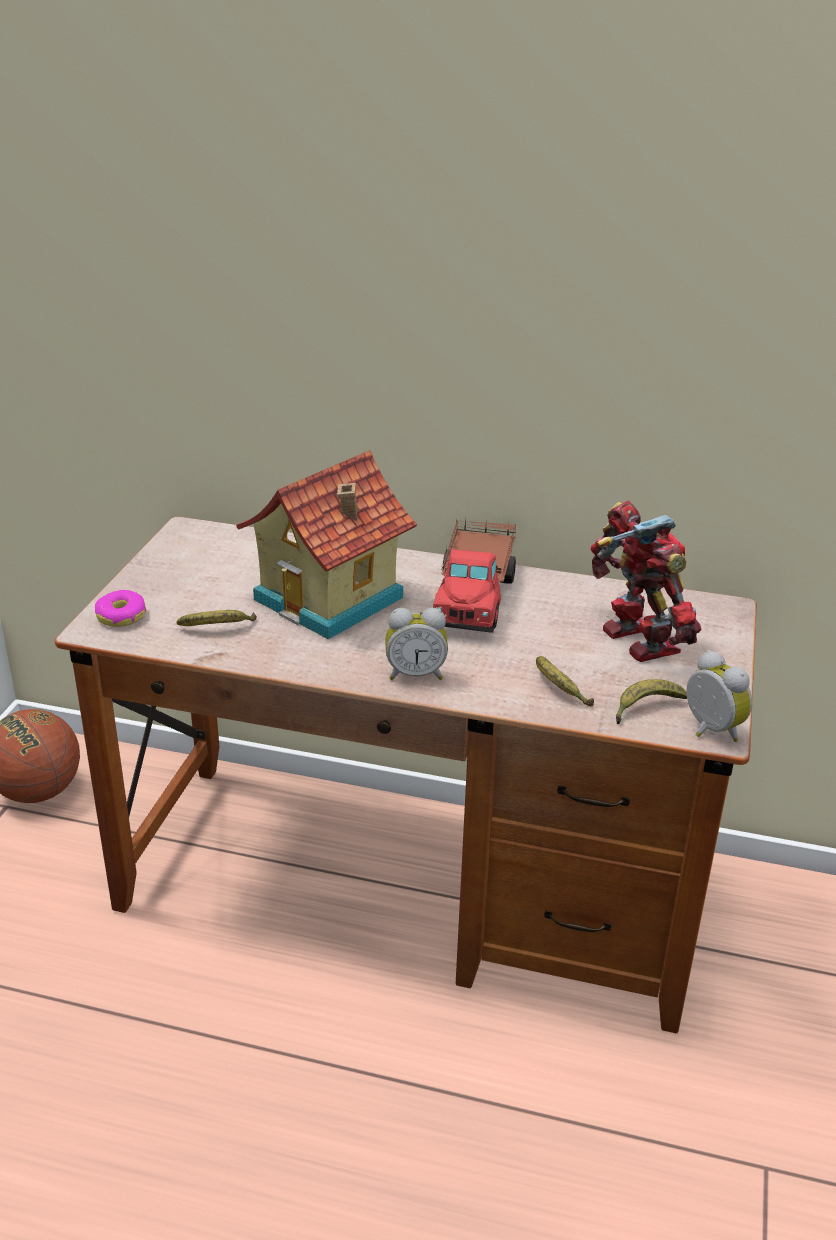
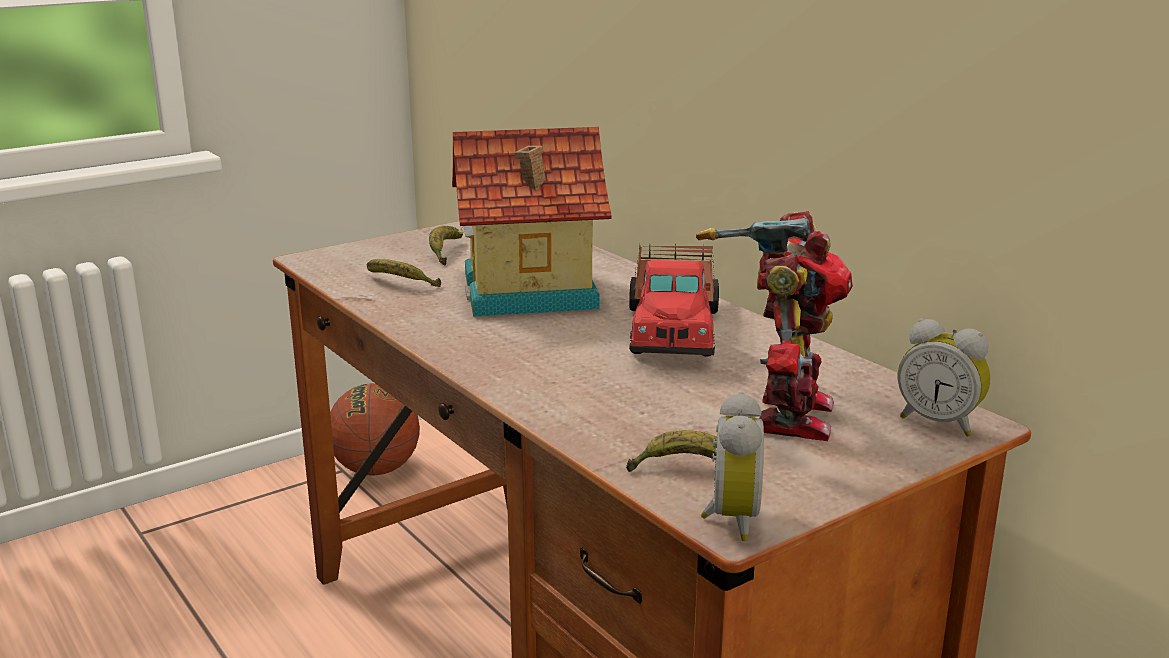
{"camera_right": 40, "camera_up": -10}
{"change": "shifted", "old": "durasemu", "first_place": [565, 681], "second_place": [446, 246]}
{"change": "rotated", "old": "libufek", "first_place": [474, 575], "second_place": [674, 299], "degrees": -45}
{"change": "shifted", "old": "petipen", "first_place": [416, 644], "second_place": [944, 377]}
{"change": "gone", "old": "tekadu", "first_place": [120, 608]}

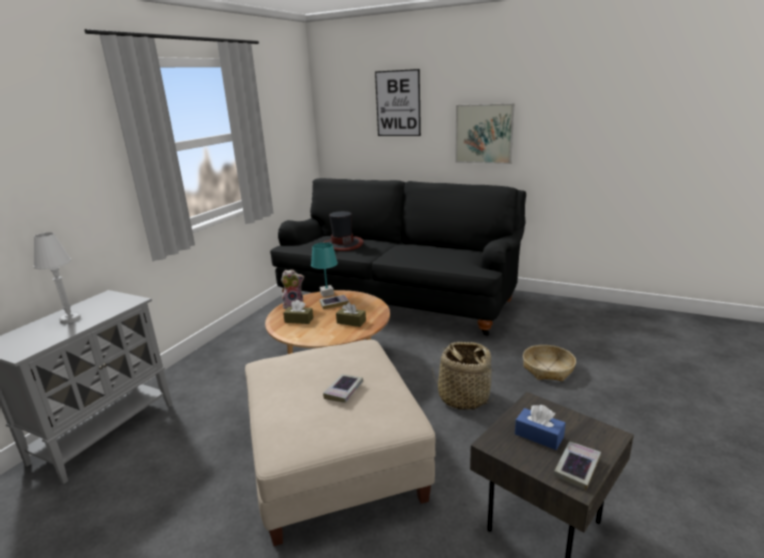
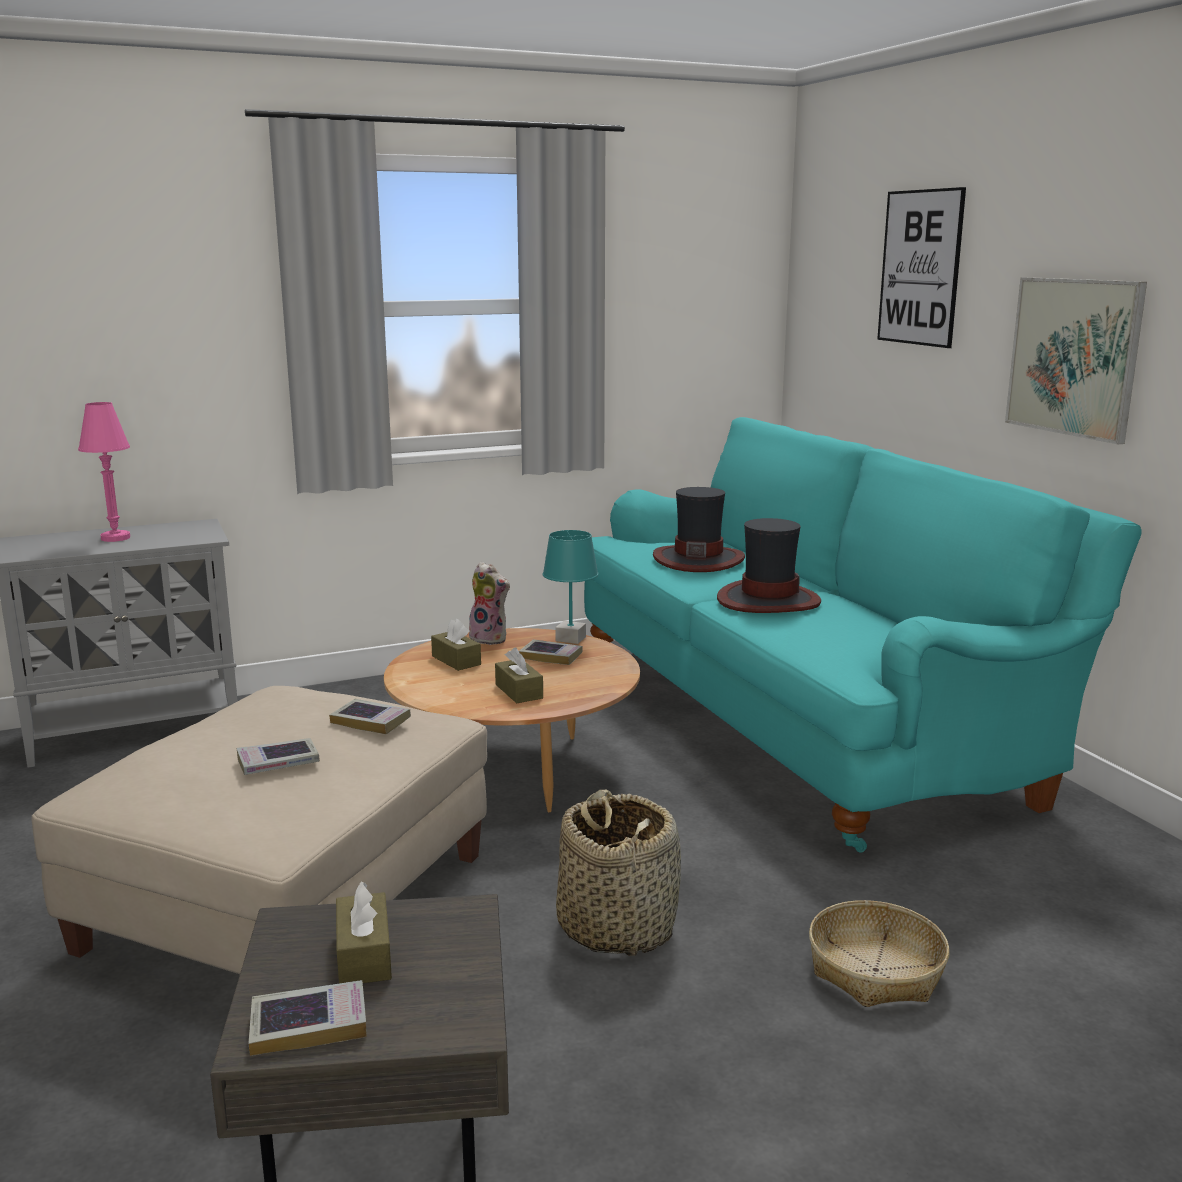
{"camera_right": 40, "camera_up": -5}
{"change": "repainted", "old": "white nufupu", "new": "pink nufupu", "first_place": [57, 278], "second_place": [104, 472]}
{"change": "new", "new": "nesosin", "second_place": [370, 716]}
{"change": "repainted", "old": "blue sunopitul", "new": "brown sunopitul", "first_place": [540, 427], "second_place": [364, 932]}
{"change": "repainted", "old": "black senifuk", "new": "turquoise senifuk", "first_place": [398, 257], "second_place": [863, 635]}
{"change": "new", "new": "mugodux", "second_place": [769, 565]}

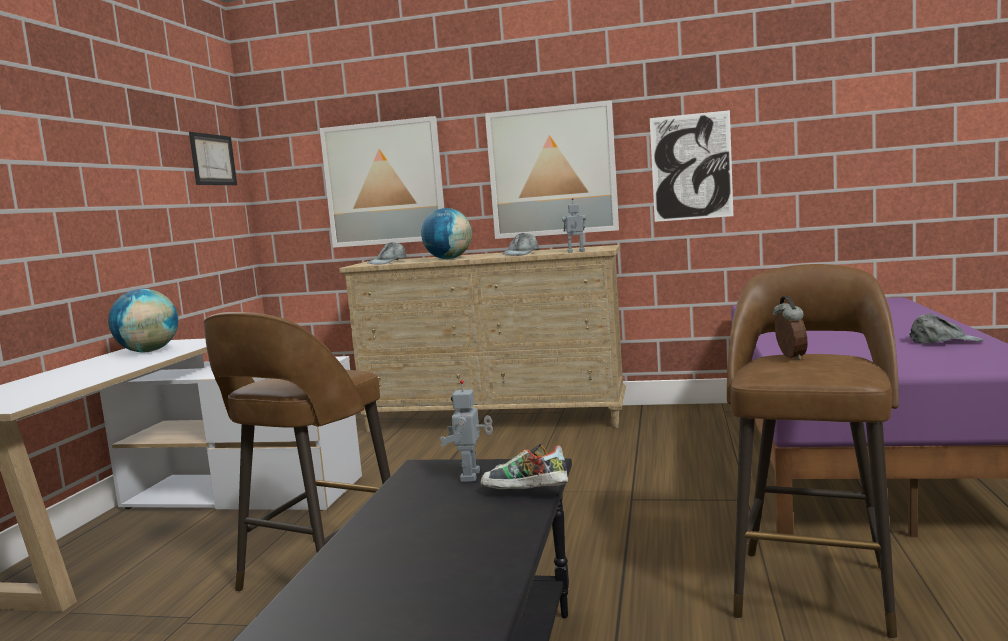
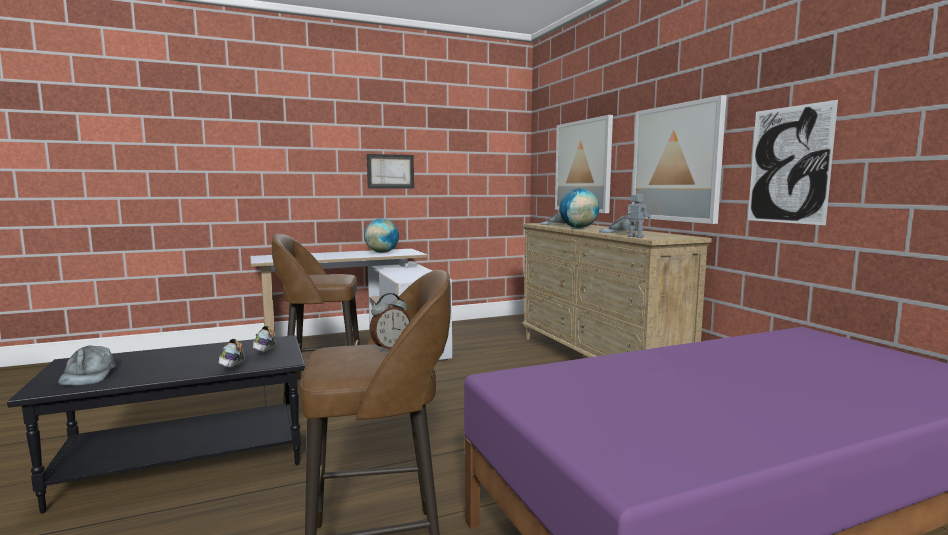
{"camera_right": 55, "camera_up": 0}
{"change": "shifted", "old": "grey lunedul", "first_place": [946, 328], "second_place": [87, 365]}
{"change": "swapped", "old": "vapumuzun", "new": "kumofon", "first_place": [466, 431], "second_place": [264, 339]}
{"change": "shifted", "old": "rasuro", "first_place": [213, 158], "second_place": [390, 171]}

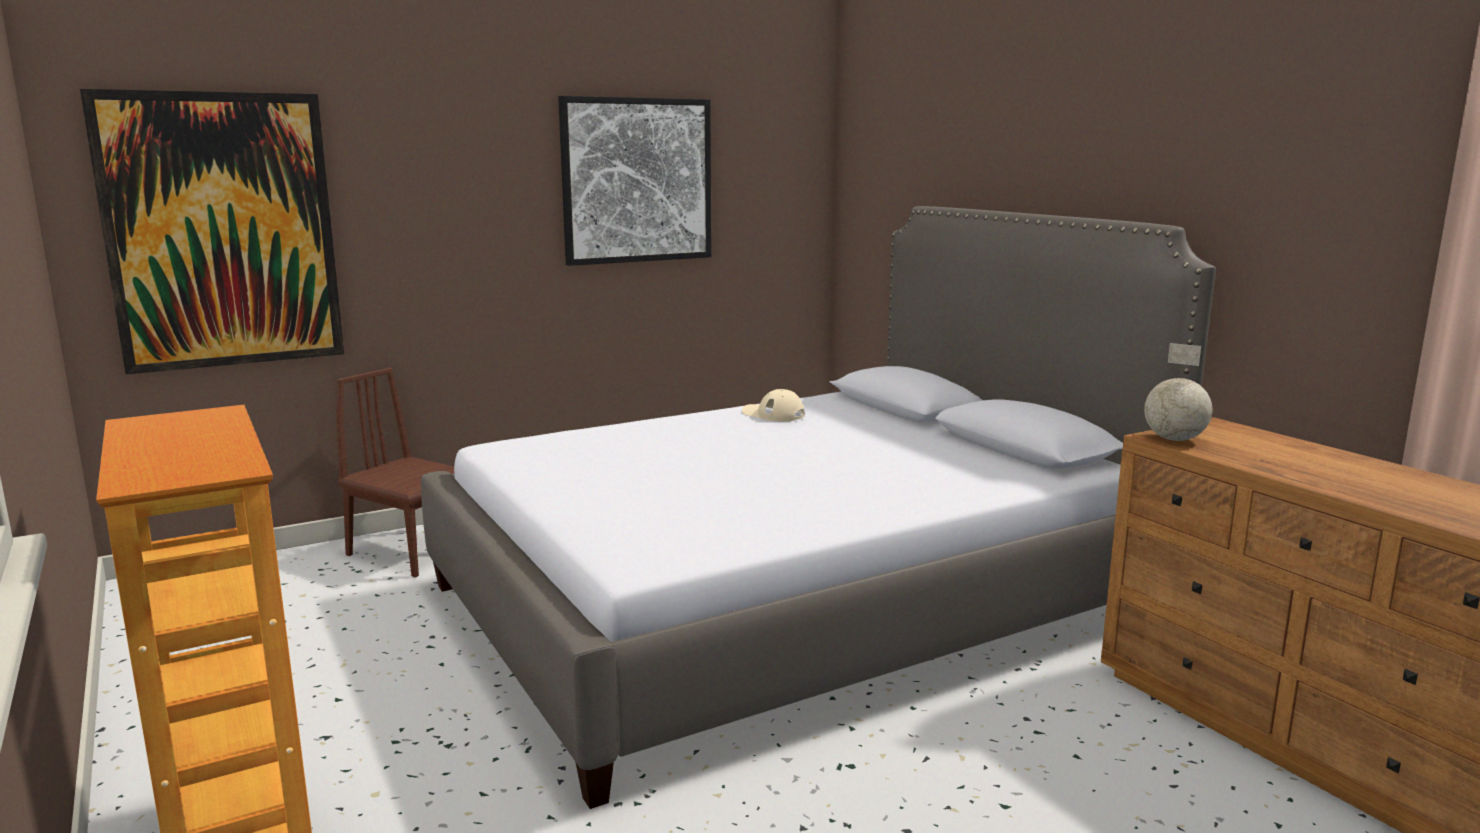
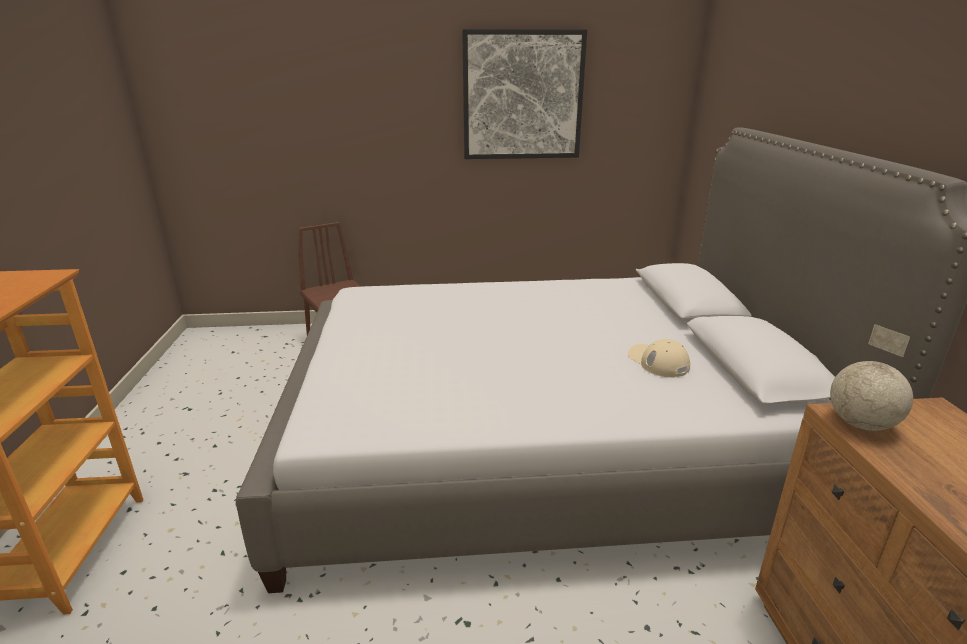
{"camera_right": 25, "camera_up": 10}
{"change": "shifted", "old": "beige lunedul", "first_place": [773, 405], "second_place": [659, 358]}
{"change": "gone", "old": "rasuro", "first_place": [212, 232]}

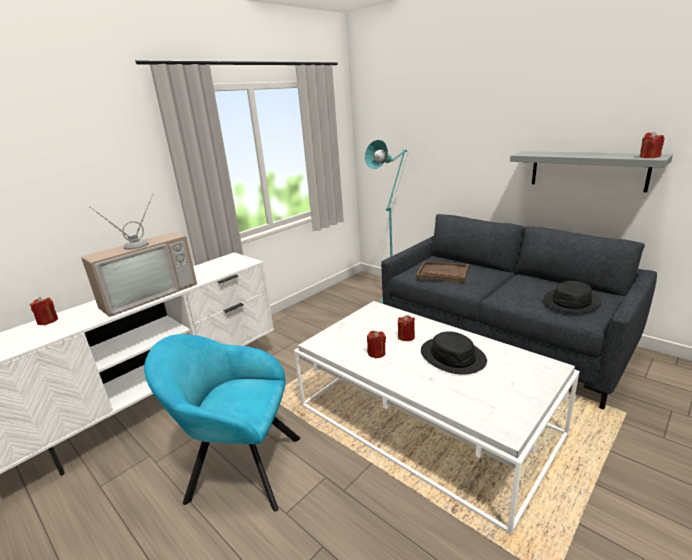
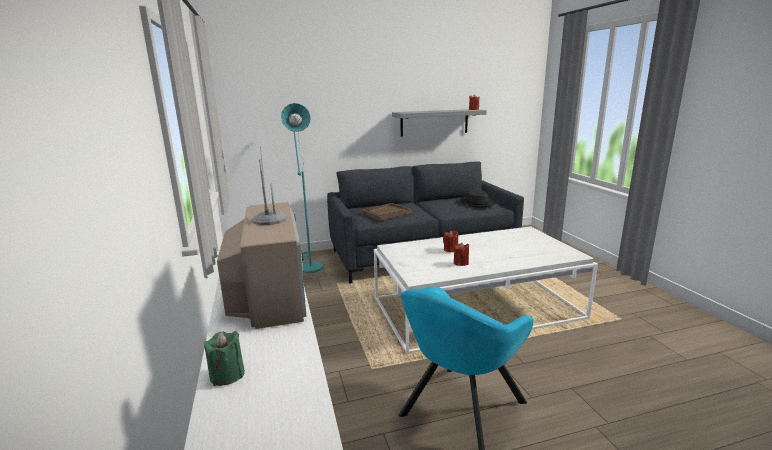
{"camera_right": -60, "camera_up": -5}
{"change": "repainted", "old": "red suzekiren", "new": "green suzekiren", "first_place": [44, 311], "second_place": [224, 358]}
{"change": "gone", "old": "black mugodux", "first_place": [454, 352]}

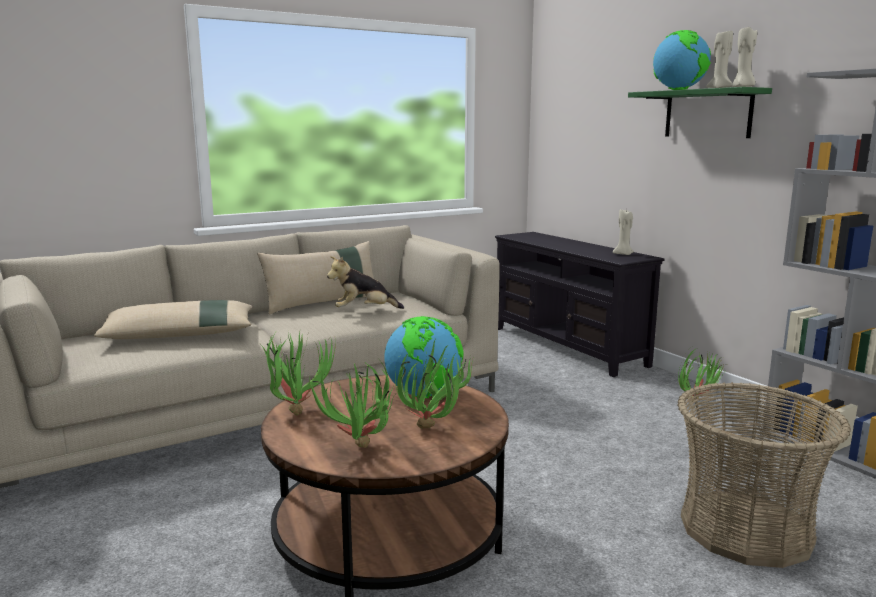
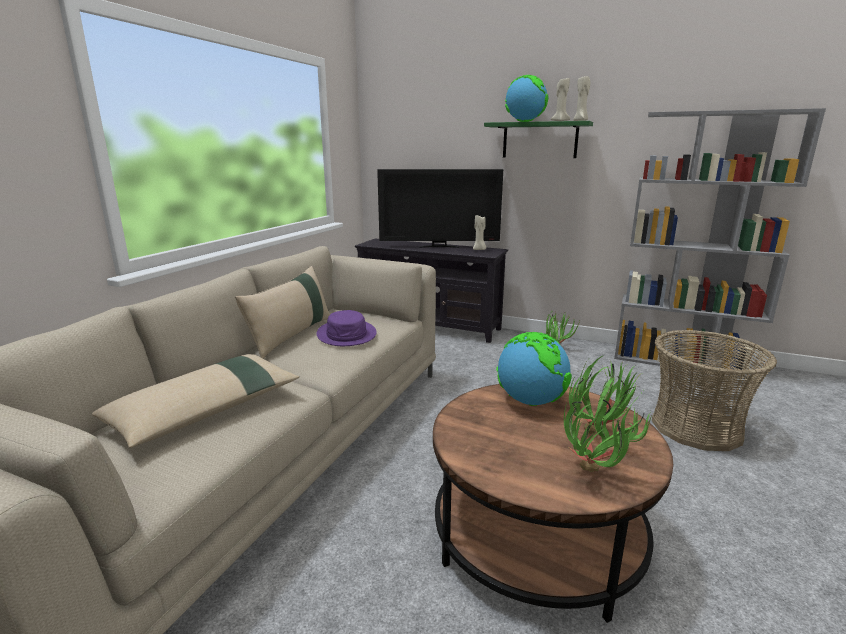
{"camera_right": -35, "camera_up": 5}
{"change": "swapped", "old": "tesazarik", "new": "purple mugodux", "first_place": [365, 282], "second_place": [346, 328]}
{"change": "new", "new": "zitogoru", "second_place": [440, 208]}
{"change": "gone", "old": "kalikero", "first_place": [298, 374]}

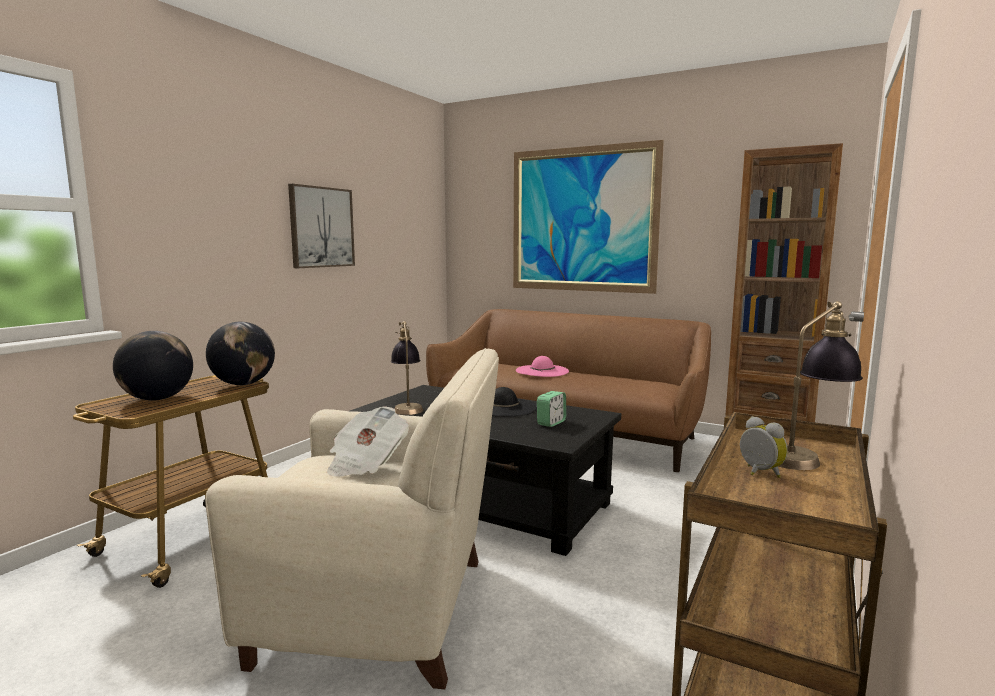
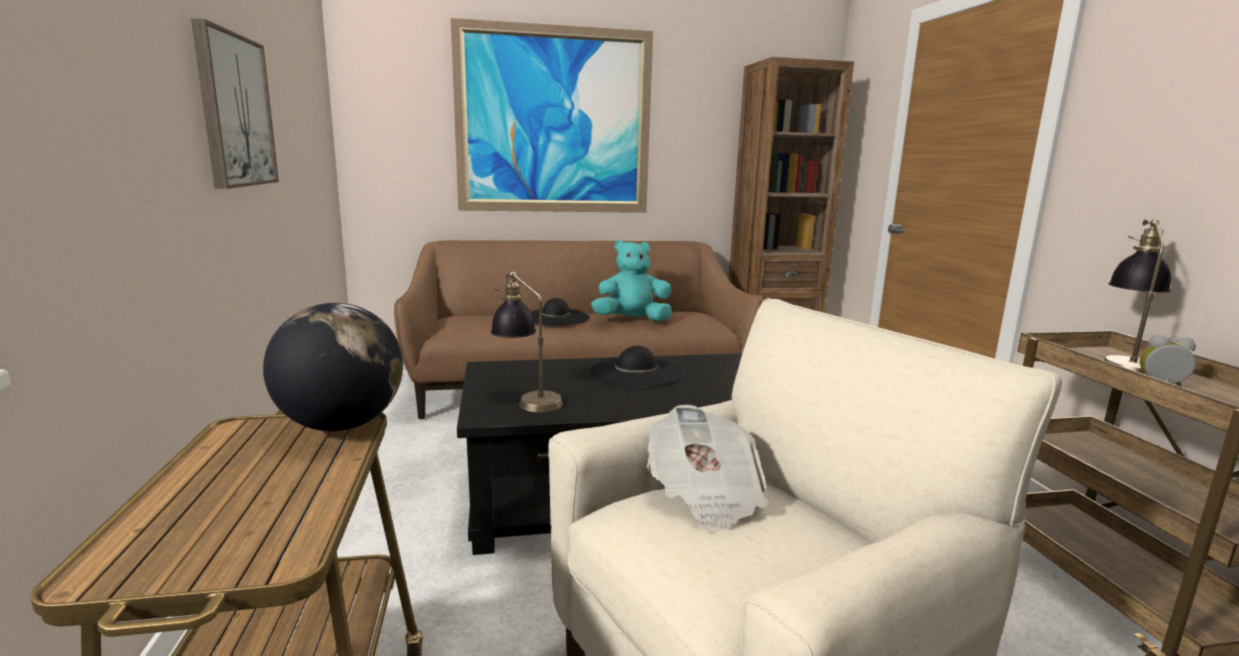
{"camera_right": -40, "camera_up": 5}
{"change": "repainted", "old": "pink mugodux", "new": "black mugodux", "first_place": [542, 366], "second_place": [560, 311]}
{"change": "new", "new": "turquoise tesazarik", "second_place": [631, 281]}
{"change": "gone", "old": "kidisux", "first_place": [153, 366]}
{"change": "gone", "old": "petipen", "first_place": [551, 409]}

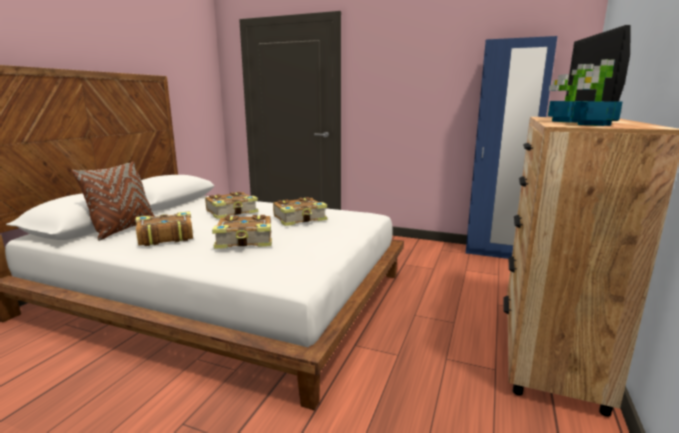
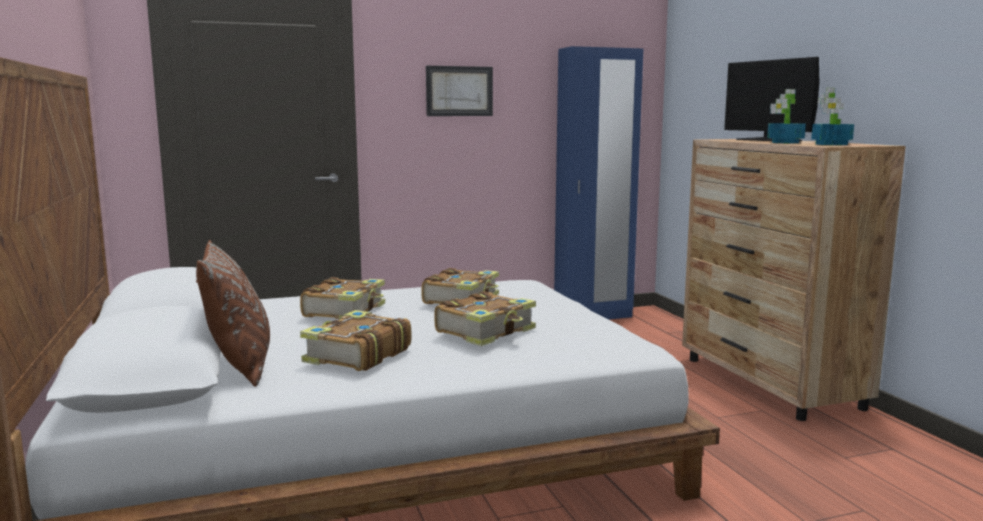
{"camera_right": -40, "camera_up": -5}
{"change": "new", "new": "rasuro", "second_place": [459, 91]}

